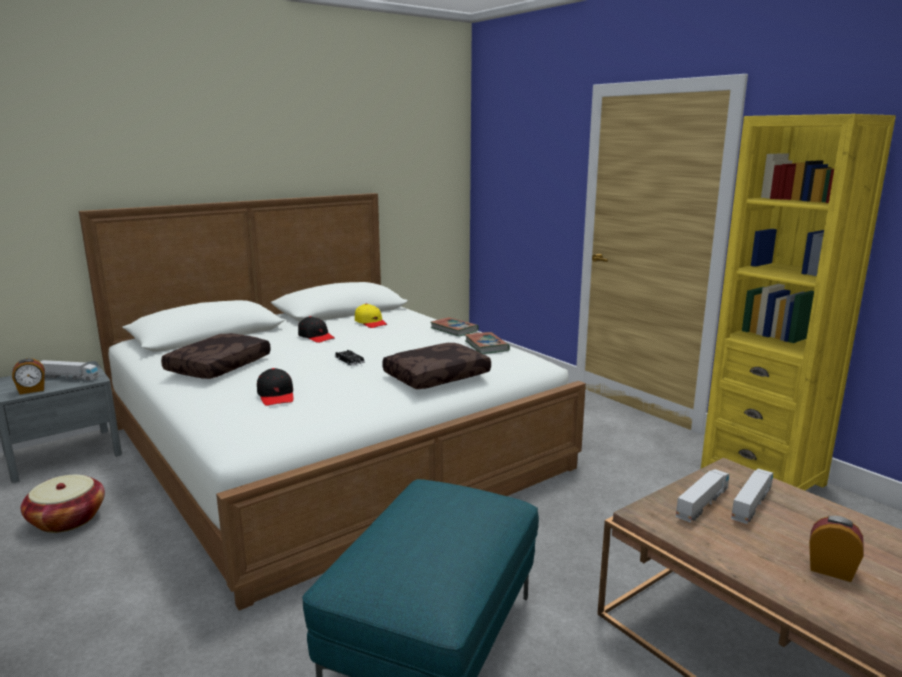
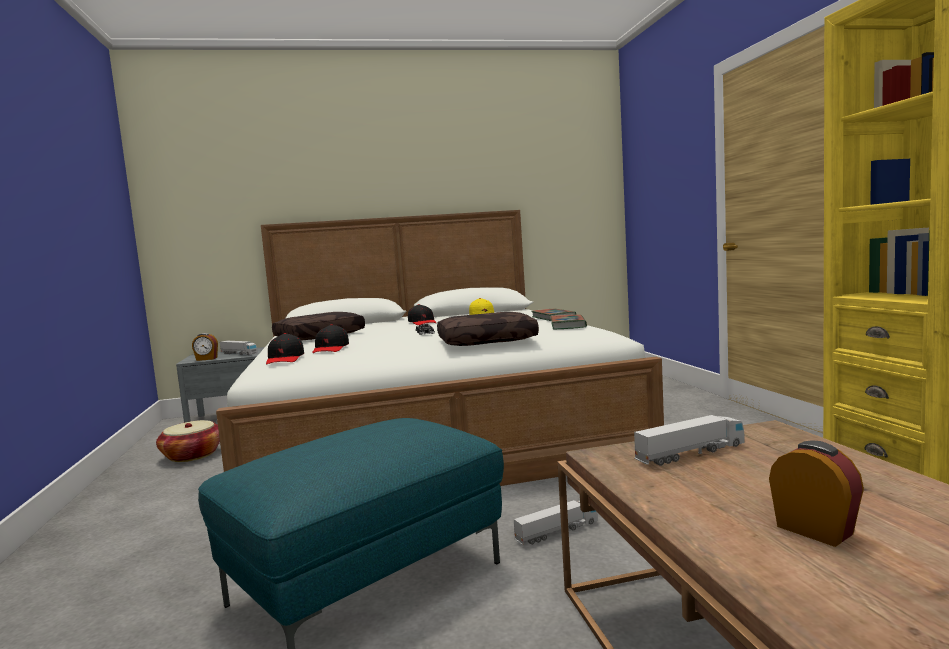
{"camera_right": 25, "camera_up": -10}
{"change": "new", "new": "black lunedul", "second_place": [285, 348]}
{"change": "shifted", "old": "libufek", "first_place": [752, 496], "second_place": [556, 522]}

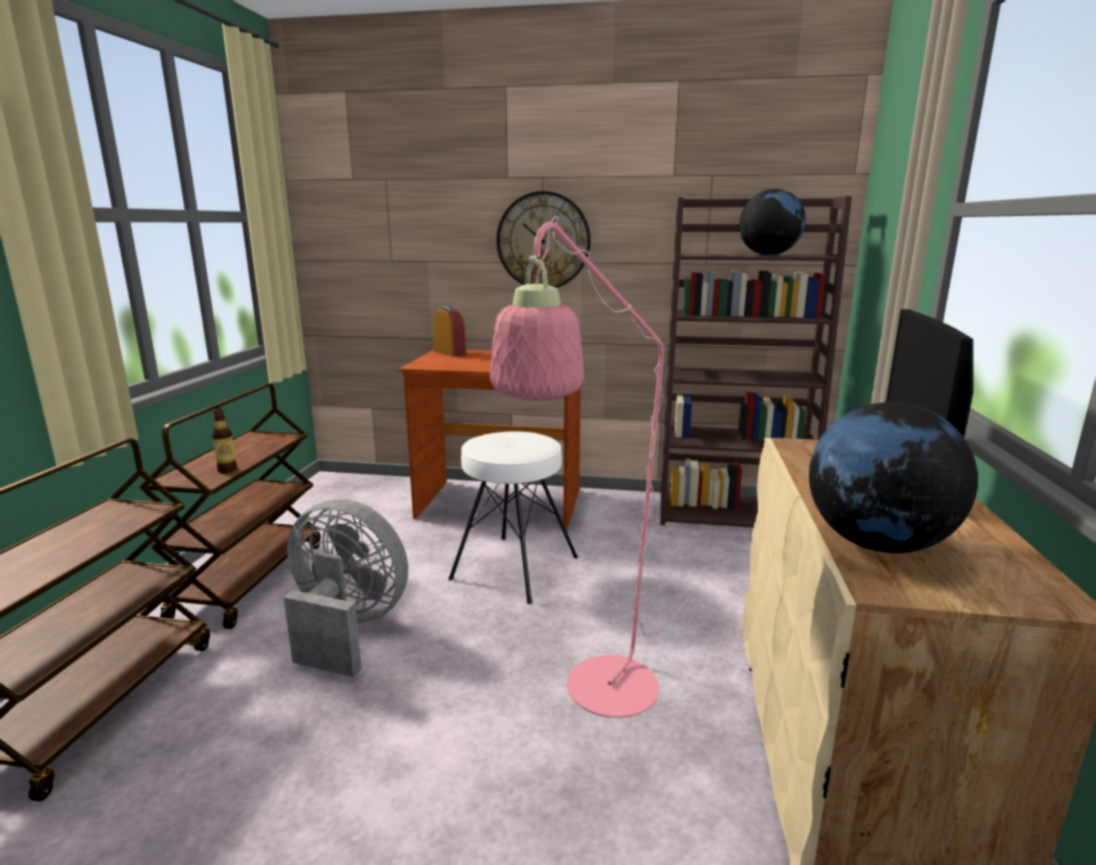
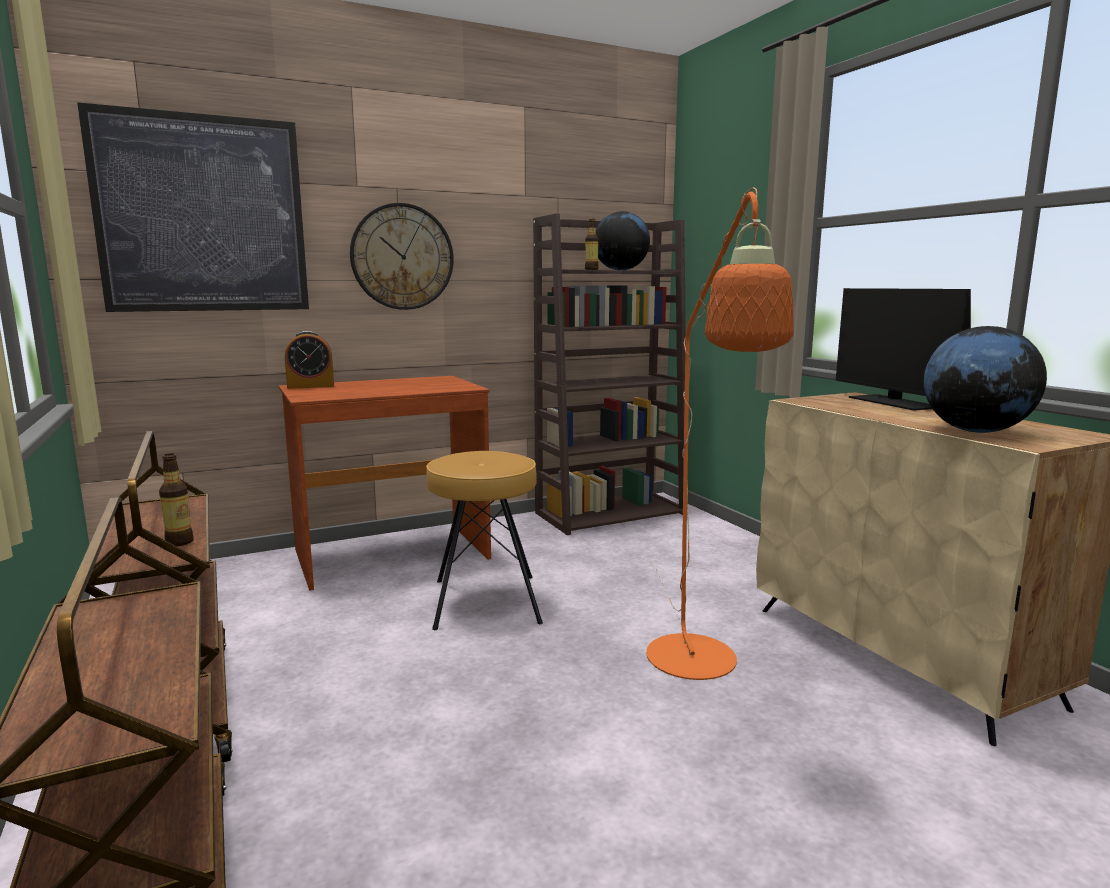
{"camera_right": -35, "camera_up": -5}
{"change": "new", "new": "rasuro", "second_place": [193, 207]}
{"change": "rotated", "old": "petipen", "first_place": [449, 331], "second_place": [309, 360], "degrees": 150}
{"change": "repainted", "old": "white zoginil", "new": "brown zoginil", "first_place": [513, 517], "second_place": [484, 540]}
{"change": "new", "new": "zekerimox", "second_place": [592, 244]}
{"change": "repainted", "old": "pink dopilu", "new": "orange dopilu", "first_place": [598, 467], "second_place": [720, 433]}
{"change": "gone", "old": "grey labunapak", "first_place": [345, 588]}

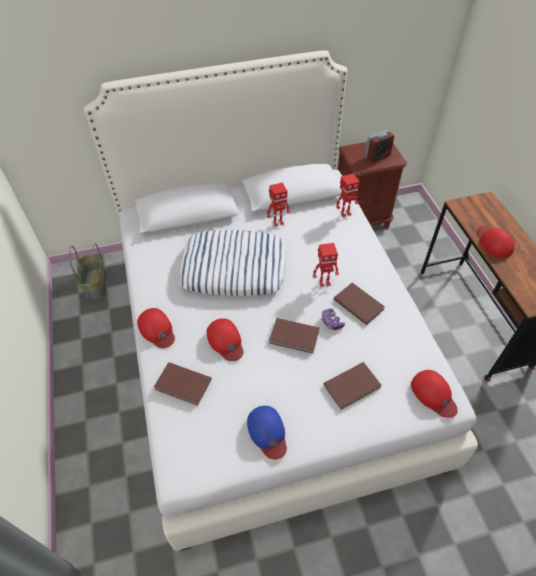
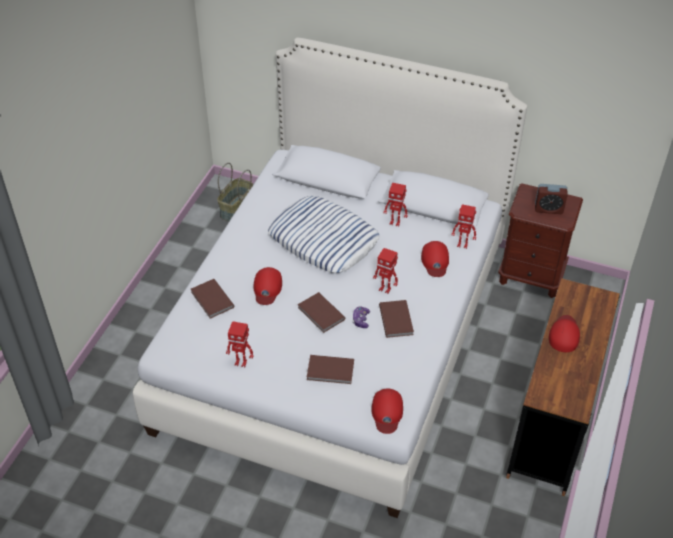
{"camera_right": 35, "camera_up": -5}
{"change": "swapped", "old": "blue lunedul", "new": "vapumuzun", "first_place": [267, 433], "second_place": [239, 344]}
{"change": "shifted", "old": "red lunedul", "first_place": [156, 328], "second_place": [435, 259]}

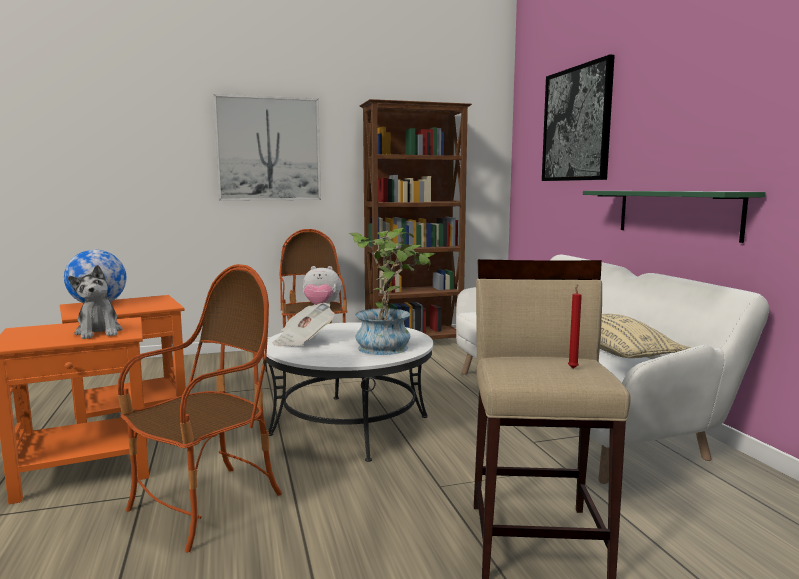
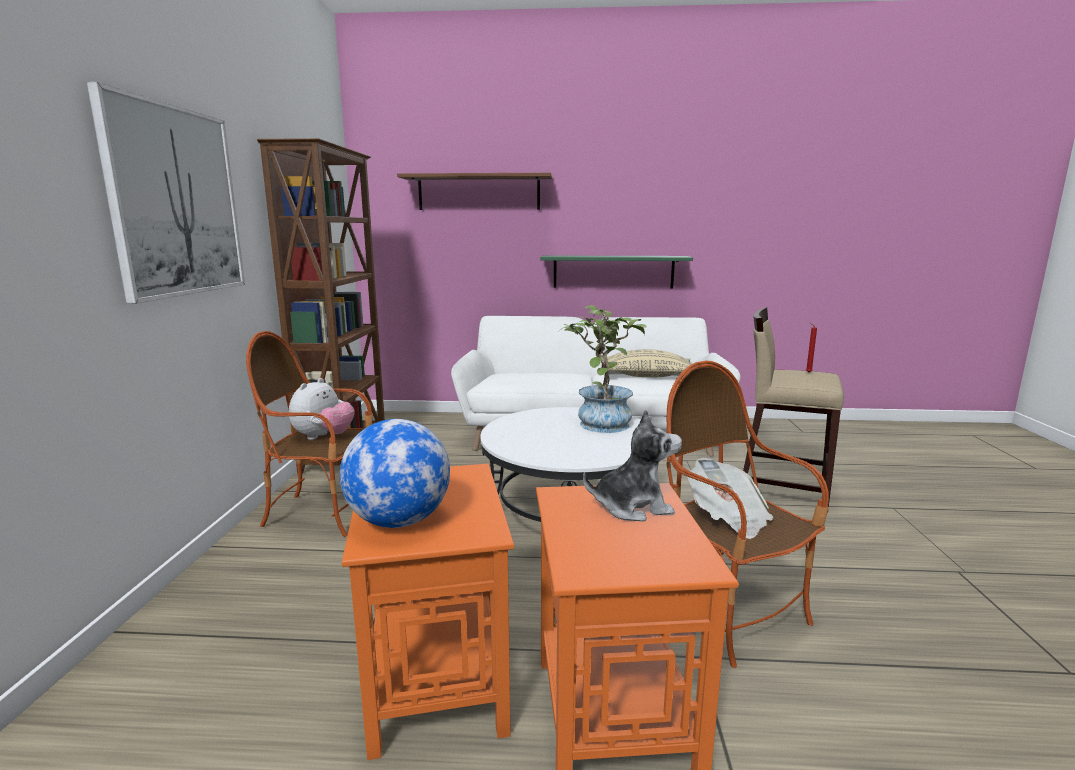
{"camera_right": -70, "camera_up": 5}
{"change": "swapped", "old": "rasuro", "new": "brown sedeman", "first_place": [578, 117], "second_place": [474, 191]}
{"change": "shifted", "old": "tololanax", "first_place": [304, 324], "second_place": [730, 498]}

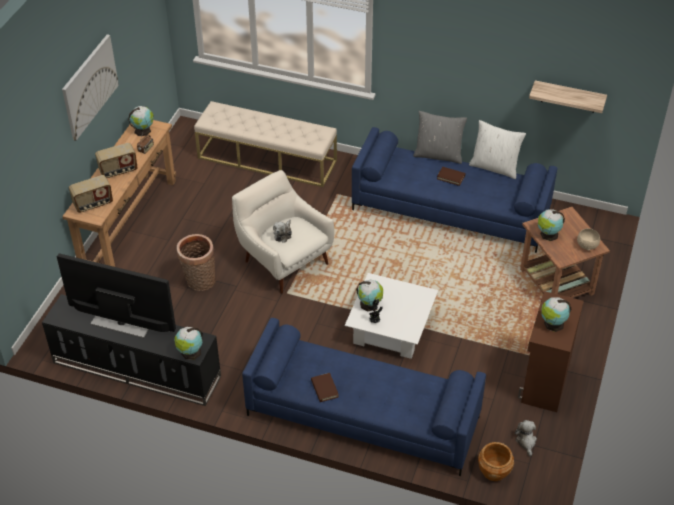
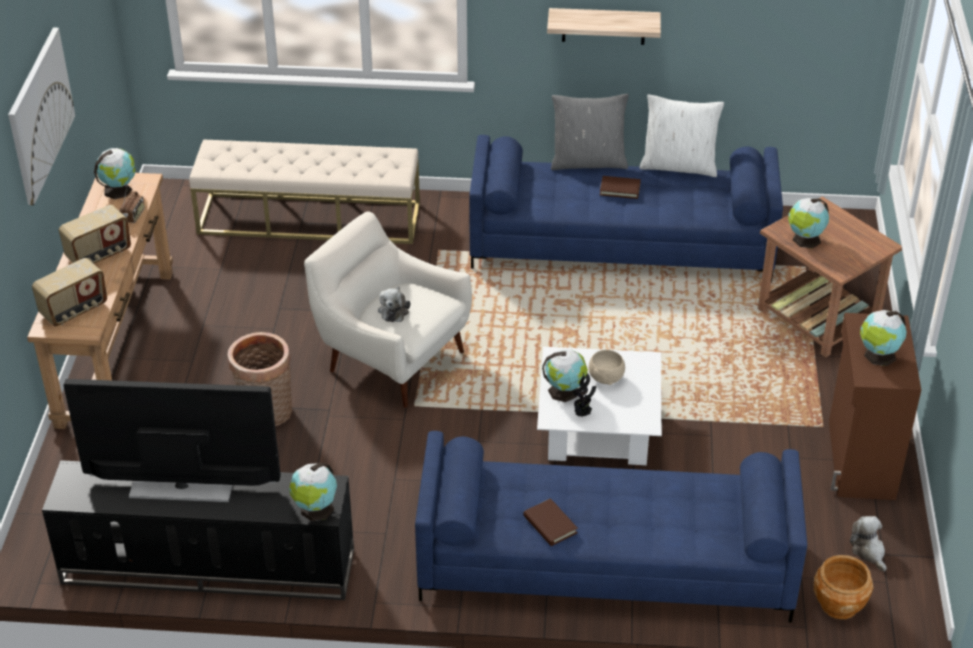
{"camera_right": -15, "camera_up": -5}
{"change": "shifted", "old": "sedeman", "first_place": [568, 96], "second_place": [604, 26]}
{"change": "shifted", "old": "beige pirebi", "first_place": [588, 239], "second_place": [607, 367]}

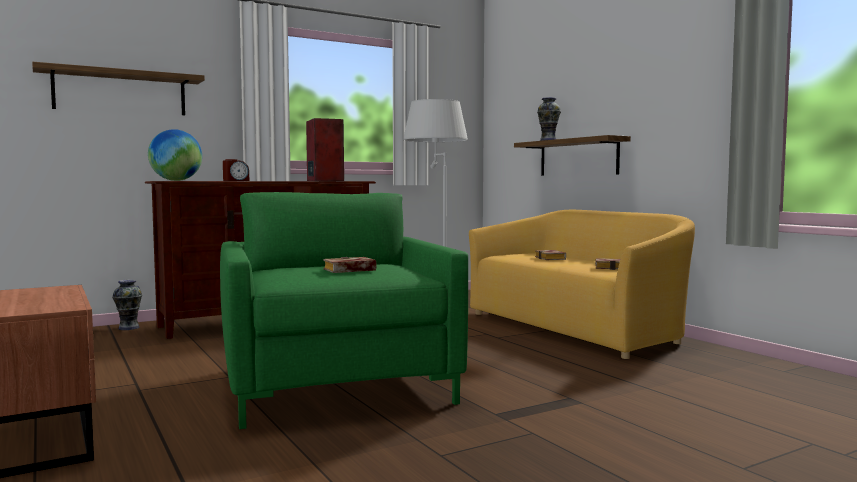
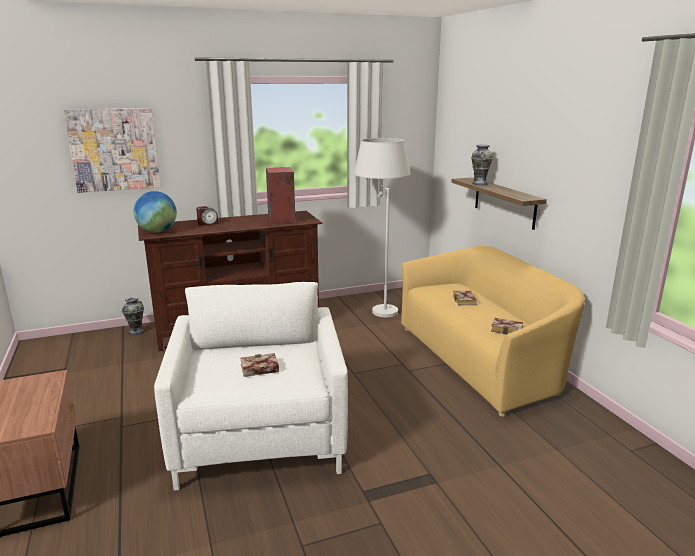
{"camera_right": 10, "camera_up": 15}
{"change": "swapped", "old": "sedeman", "new": "rasuro", "first_place": [118, 88], "second_place": [112, 150]}
{"change": "repainted", "old": "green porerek", "new": "white porerek", "first_place": [344, 310], "second_place": [251, 386]}

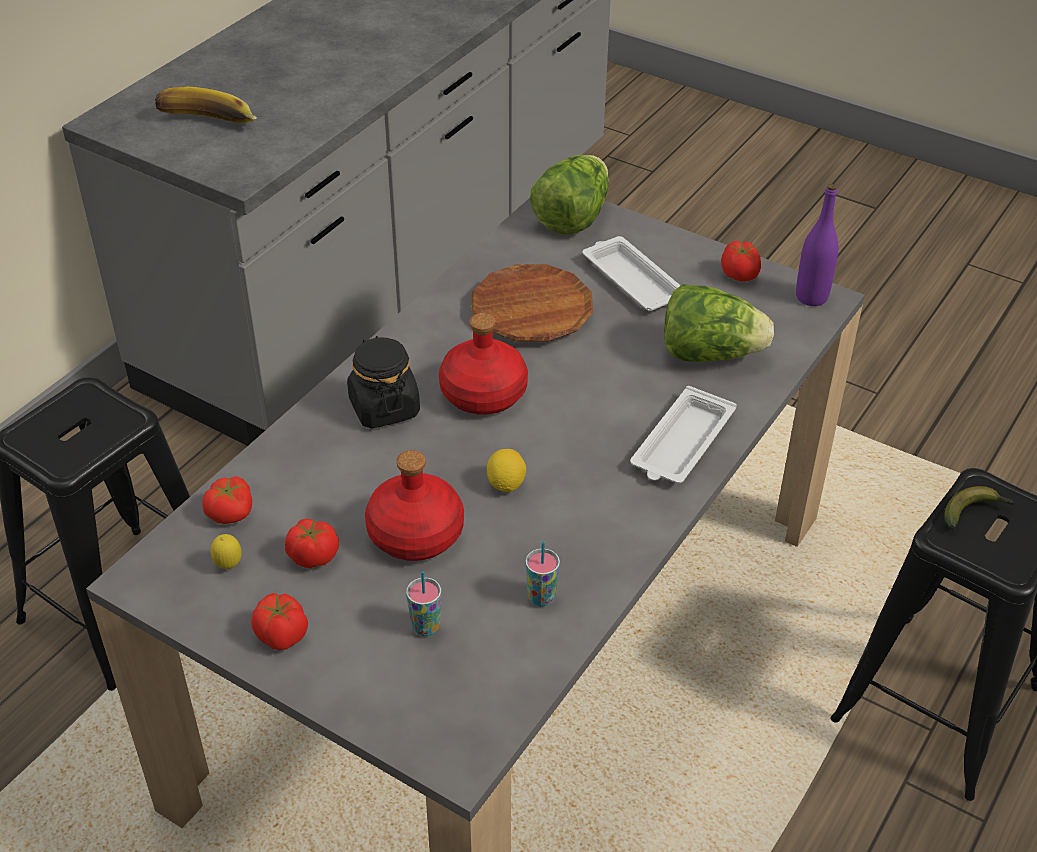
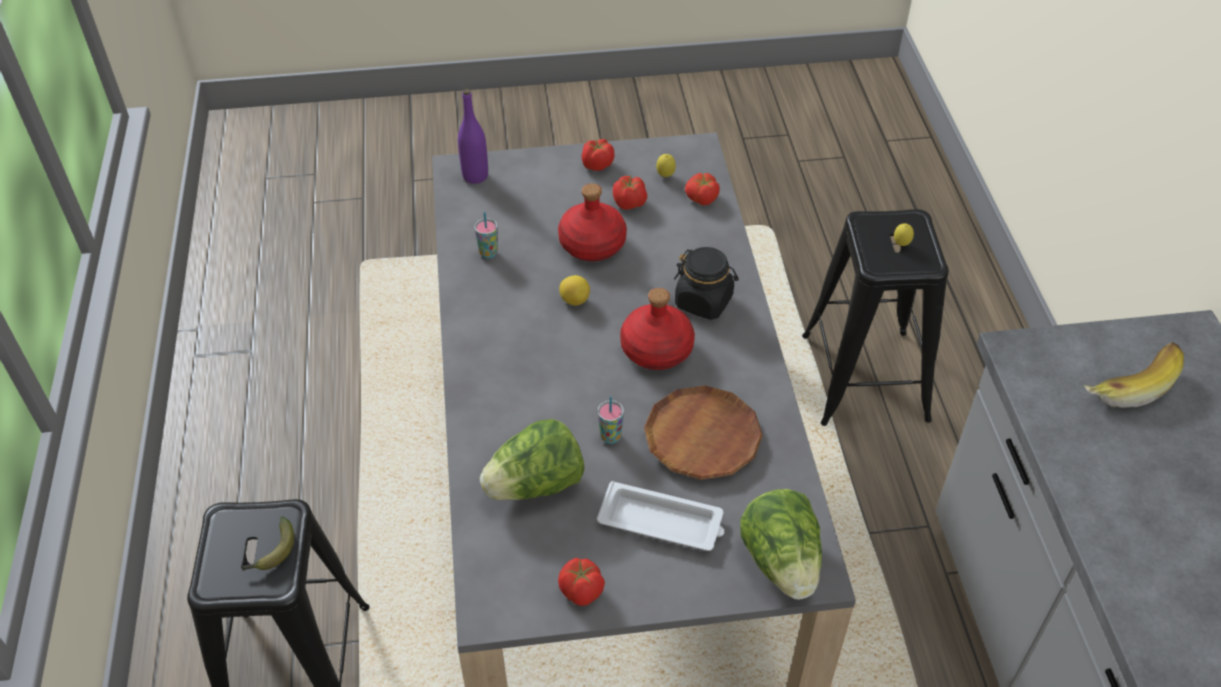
{"camera_right": 140, "camera_up": 5}
{"change": "shifted", "old": "purple zekerimox", "first_place": [817, 245], "second_place": [473, 136]}
{"change": "shifted", "old": "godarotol", "first_place": [423, 603], "second_place": [610, 420]}
{"change": "new", "new": "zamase", "second_place": [904, 234]}
{"change": "gone", "old": "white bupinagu", "first_place": [683, 435]}

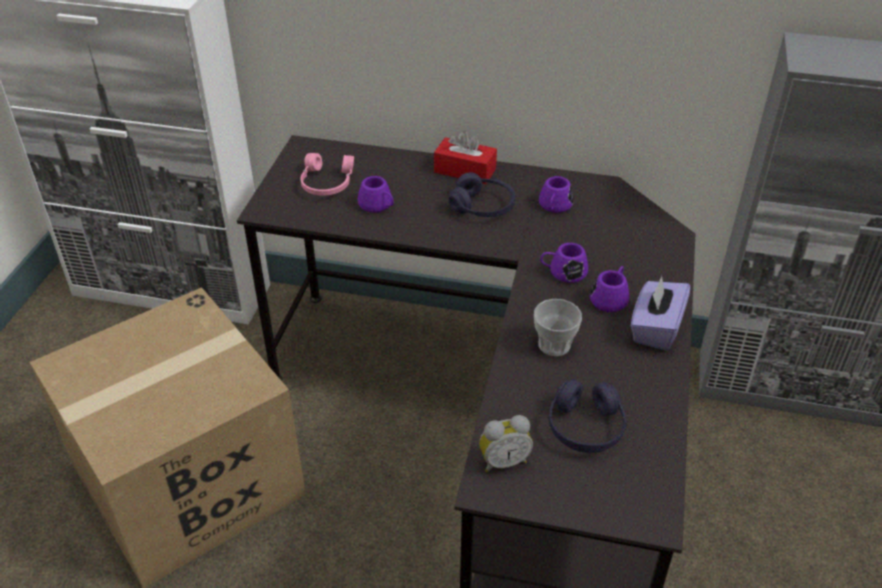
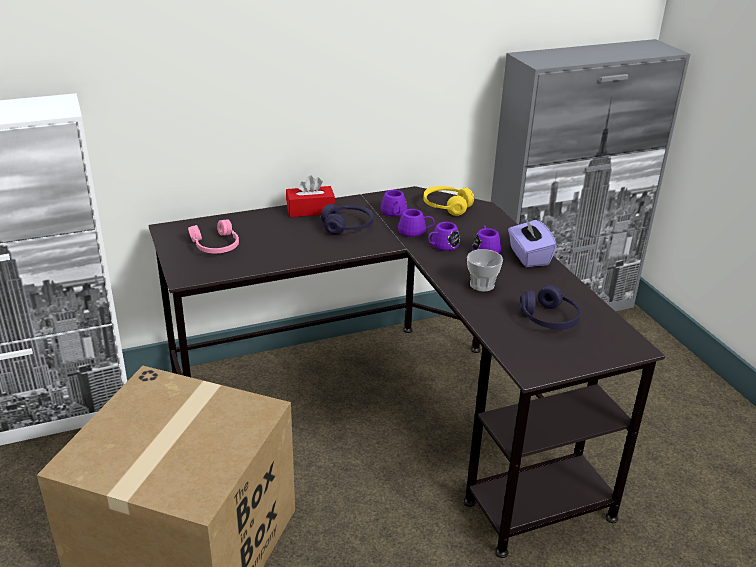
{"camera_right": -35, "camera_up": -10}
{"change": "shifted", "old": "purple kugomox", "first_place": [376, 194], "second_place": [416, 223]}
{"change": "new", "new": "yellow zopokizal", "second_place": [448, 201]}
{"change": "gone", "old": "petipen", "first_place": [506, 443]}

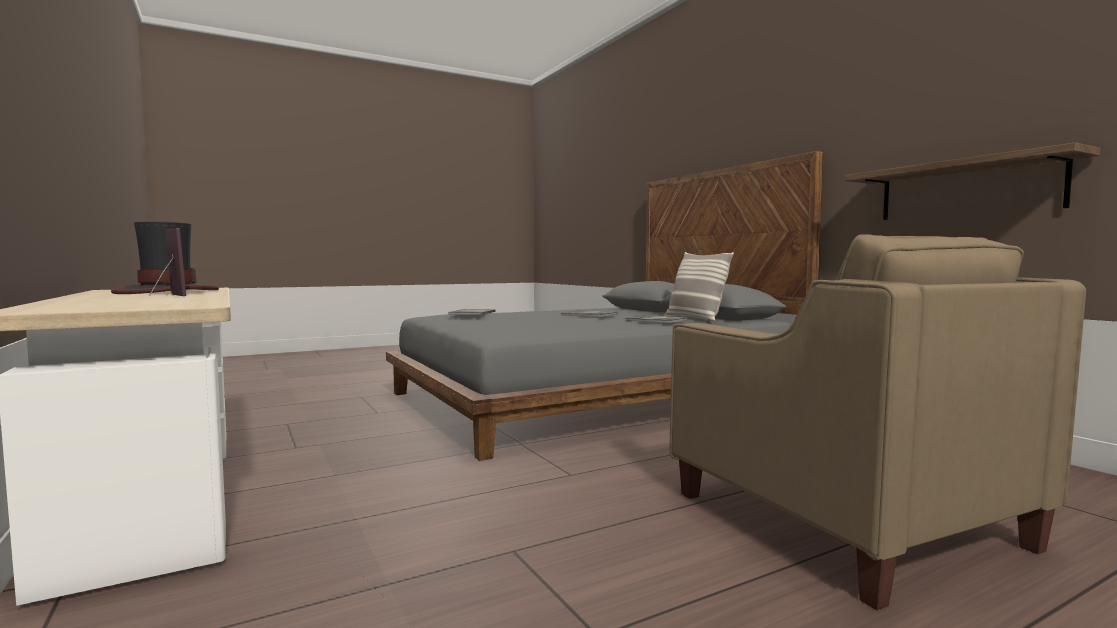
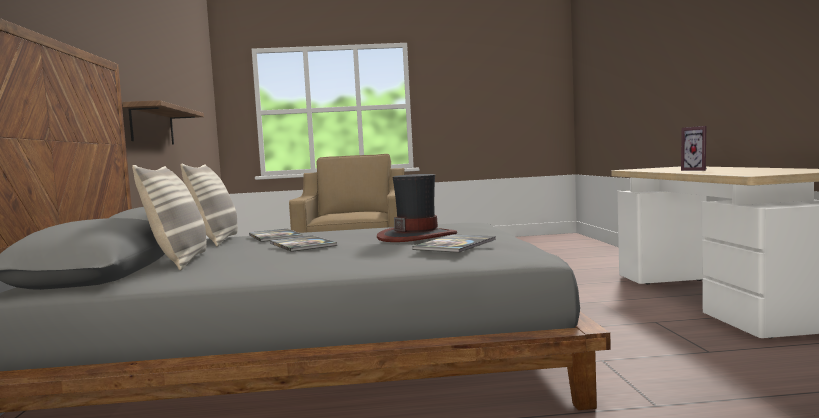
{"camera_right": -155, "camera_up": 0}
{"change": "new", "new": "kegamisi", "second_place": [169, 217]}
{"change": "shifted", "old": "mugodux", "first_place": [165, 257], "second_place": [417, 208]}

